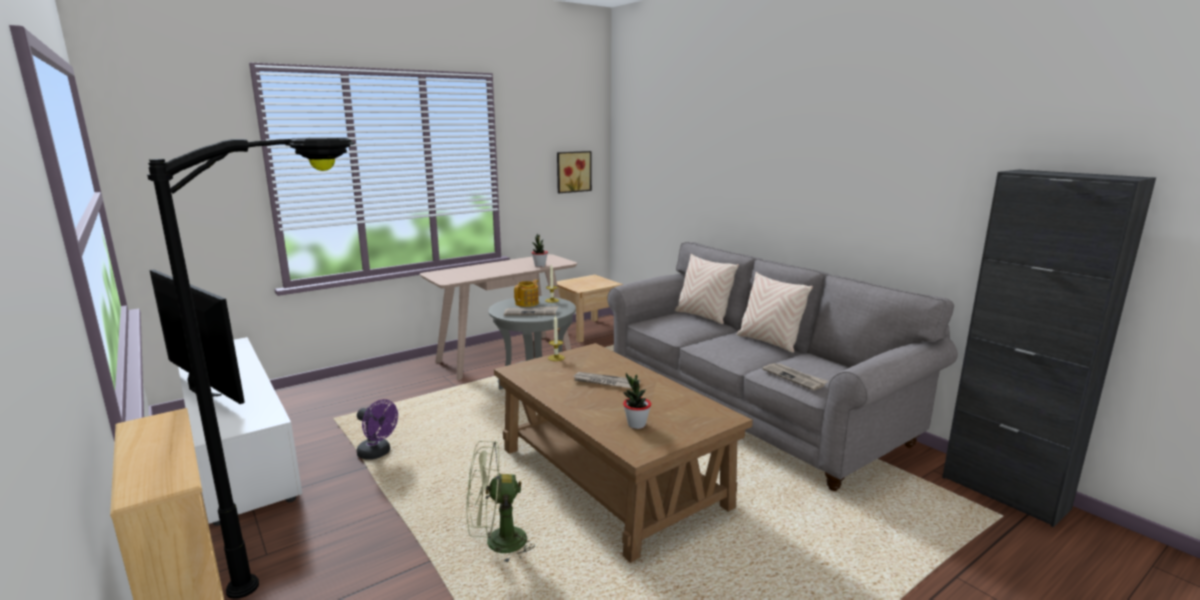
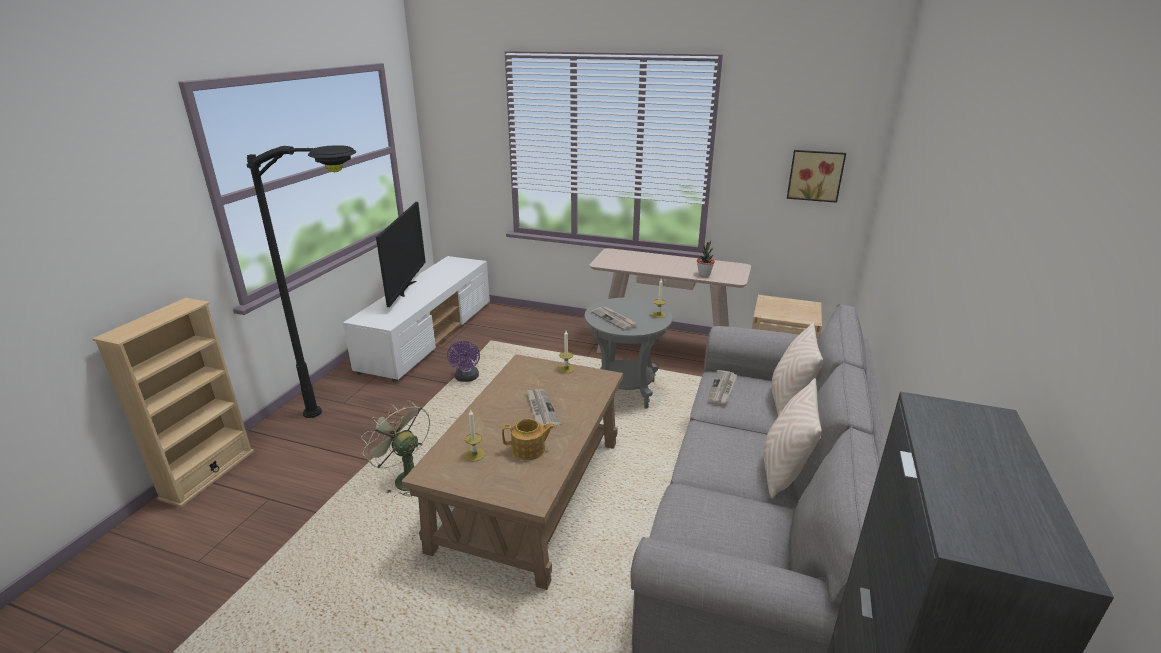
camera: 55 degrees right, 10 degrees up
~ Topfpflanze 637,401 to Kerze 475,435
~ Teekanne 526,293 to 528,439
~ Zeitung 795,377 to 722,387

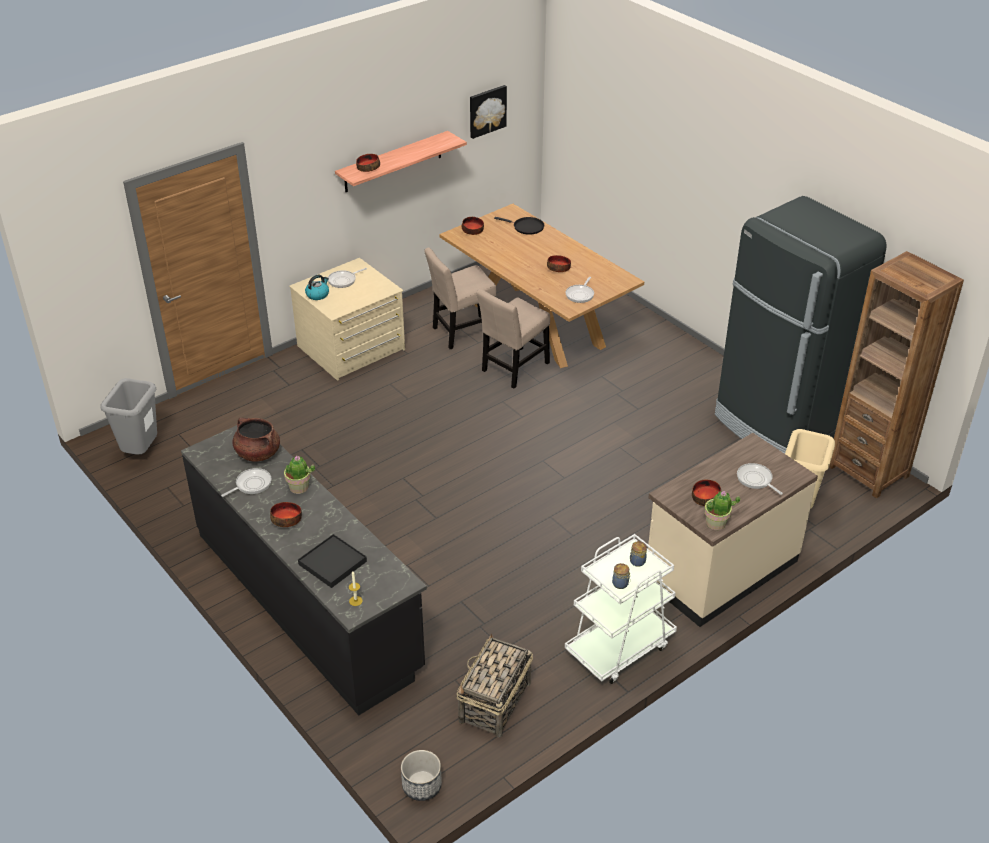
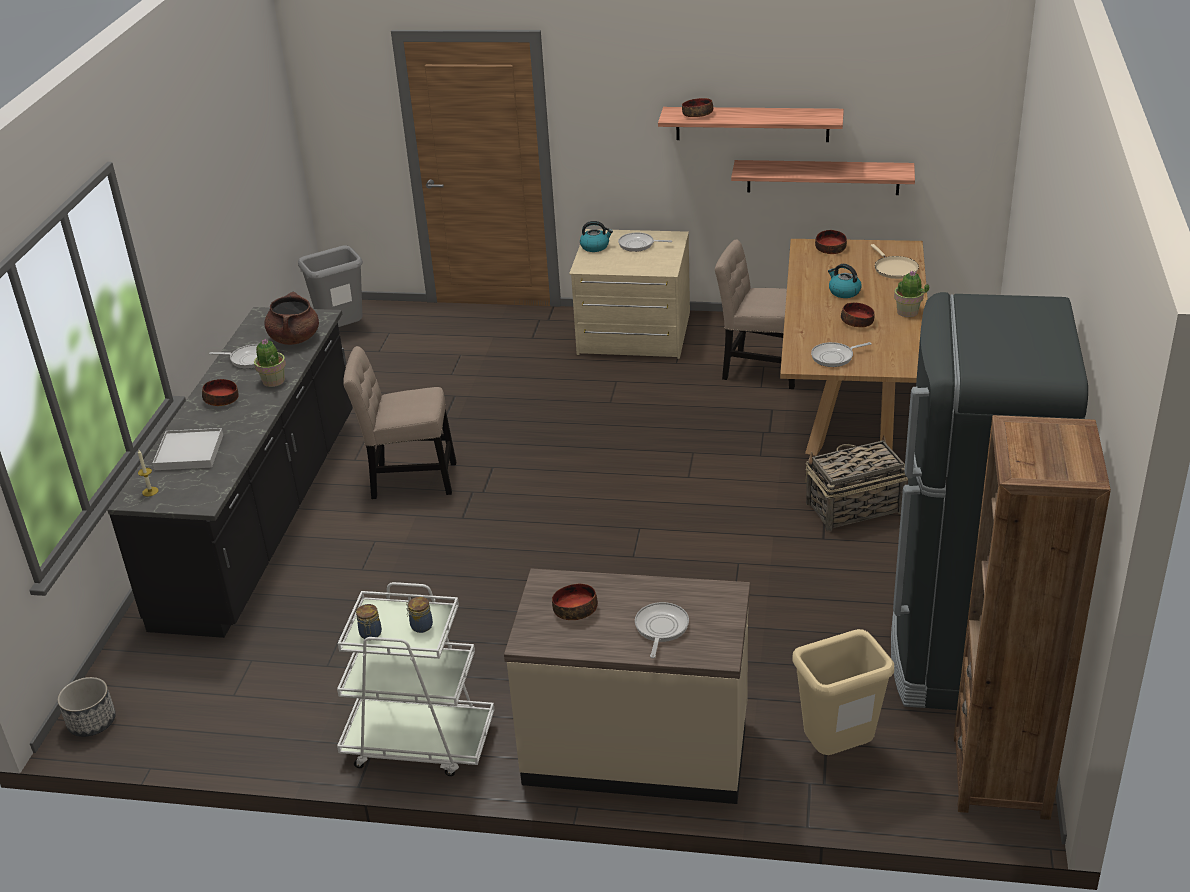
camera: 50 degrees right, 5 degrees down
~ Tablett/schwarz 332,561 to Tablett/weiß 188,449
~ Stuhl/beige 513,338 to 399,422
+ Wandregal 823,177
~ Korb 494,685 to 856,483
+ Wasserkessel 845,281
~ Pfanne/schwarz 519,226 to Pfanne/beige 895,261
~ Topfpflanze 722,510 to 911,294
- Bild 488,112

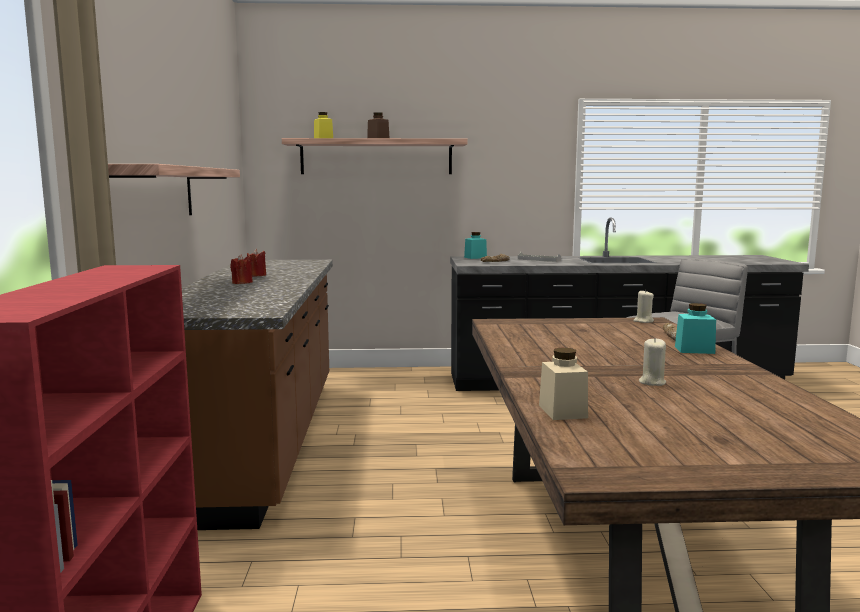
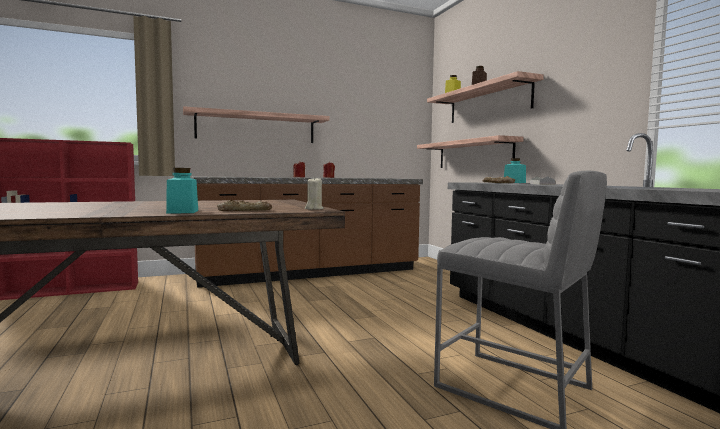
camera: 70 degrees right, 5 degrees down
+ Wandregal 470,151
- Vorratsglas/beige 563,384
- Kerze/beige 652,362

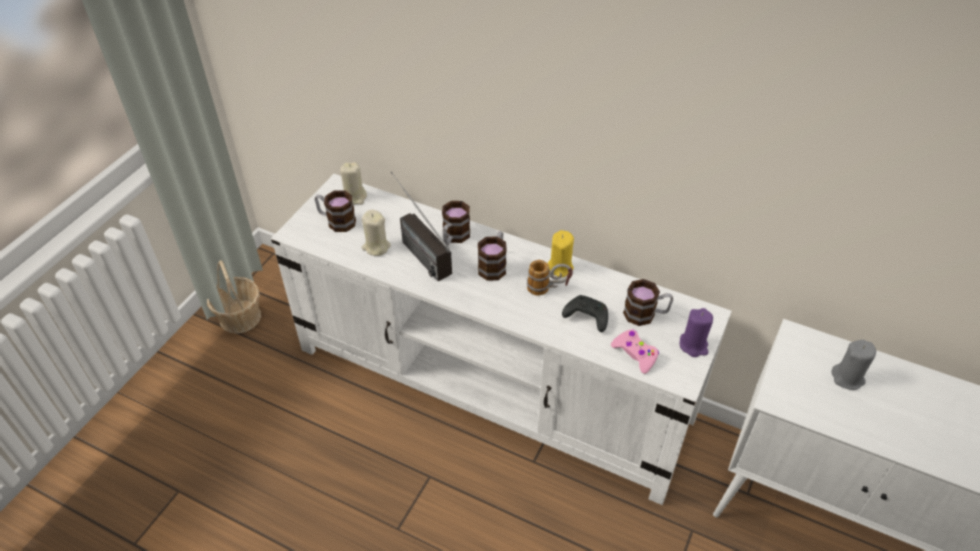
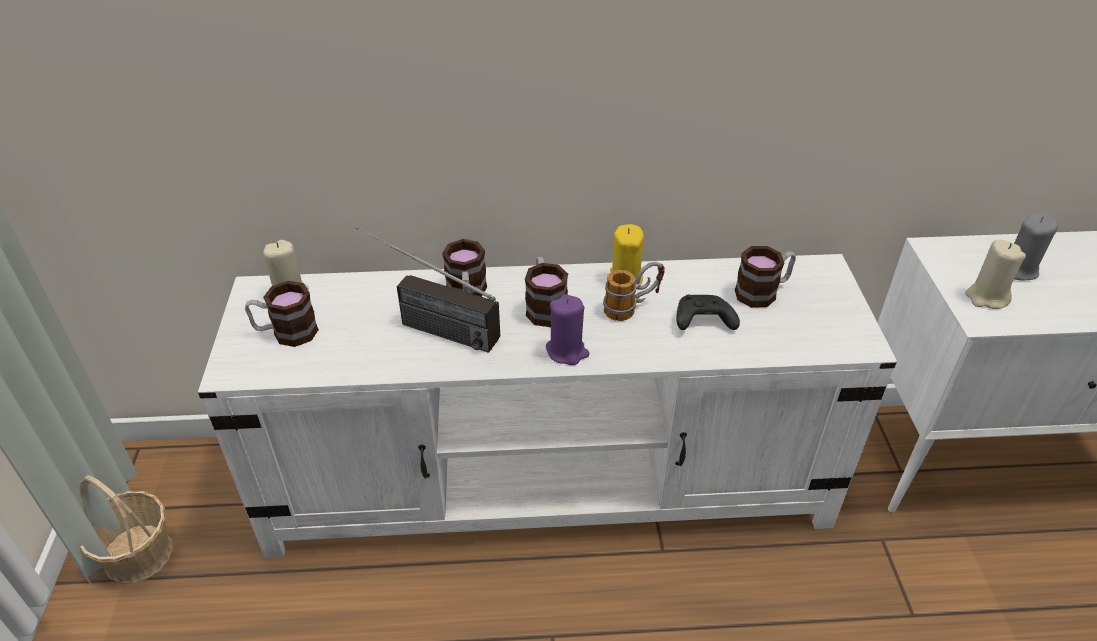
camera: 30 degrees left, 5 degrees down
~ Kerze/lila 696,332 to 567,330
~ Kerze/beige 376,233 to 995,274
- Gamepad/rosa 635,352

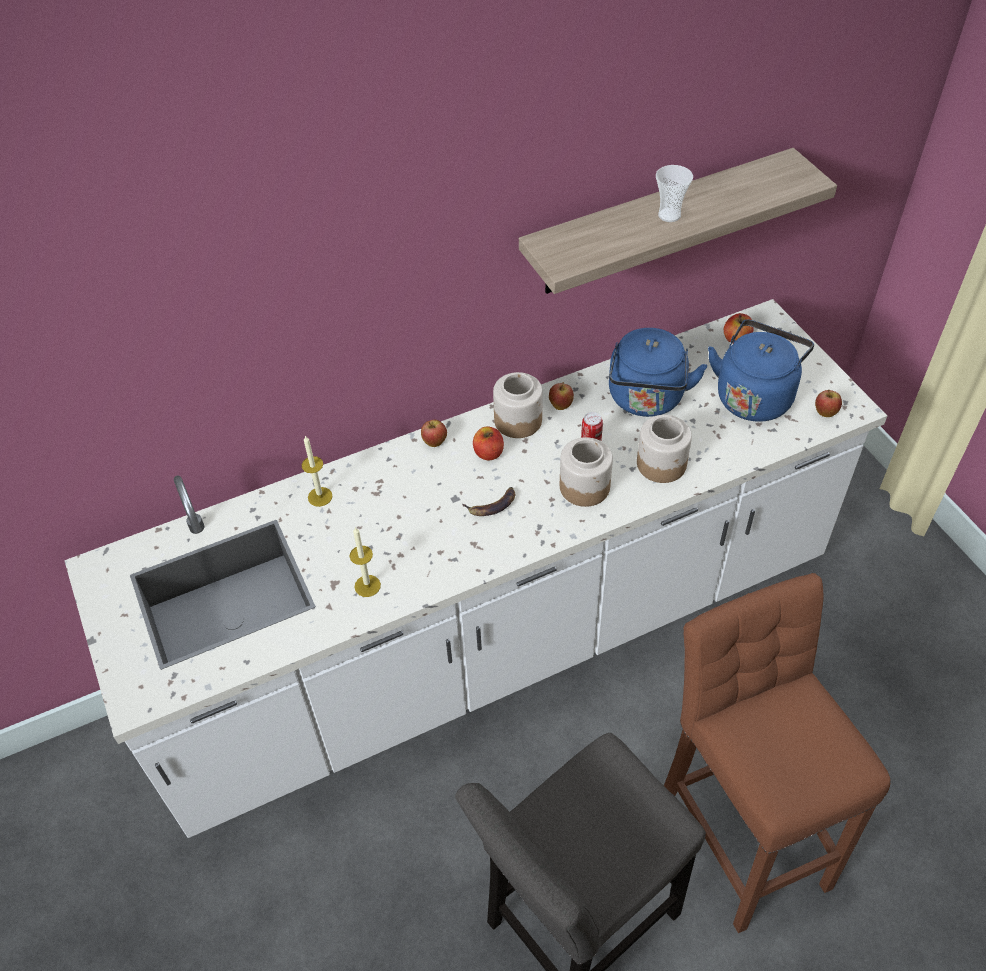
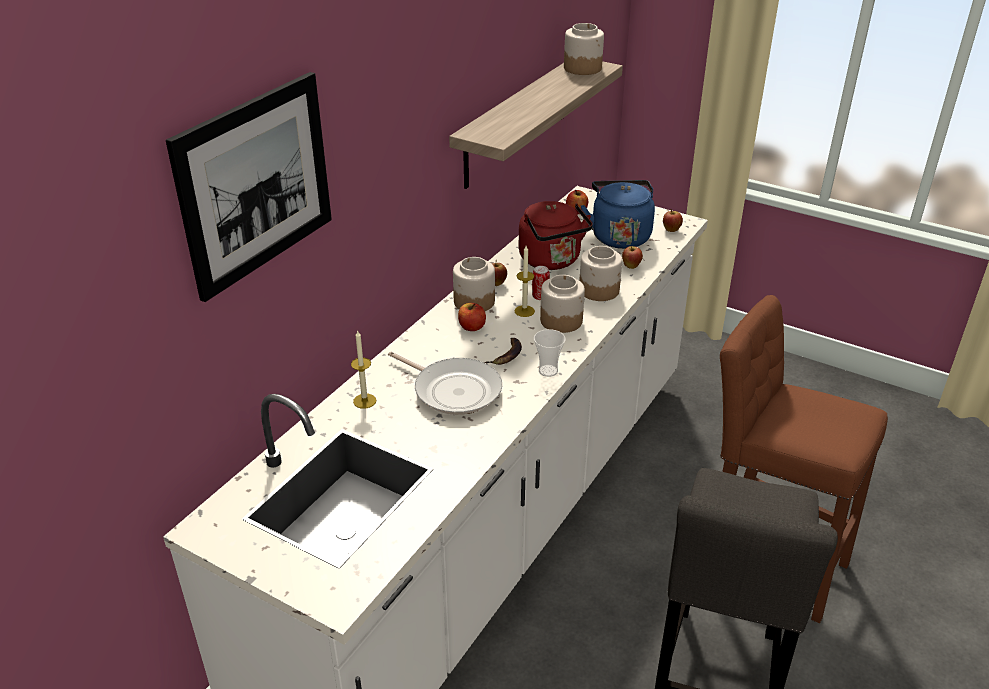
camera: 35 degrees left, 15 degrees down
+ Bild 249,187
+ Pfanne 445,383
~ Kerze 365,562 to 525,281
~ Wasserkessel/blau 658,372 to Wasserkessel/rot 556,235
~ Tasse 674,193 to 550,353
+ Vorratsglas 584,49
~ Apfel 434,433 to 632,257

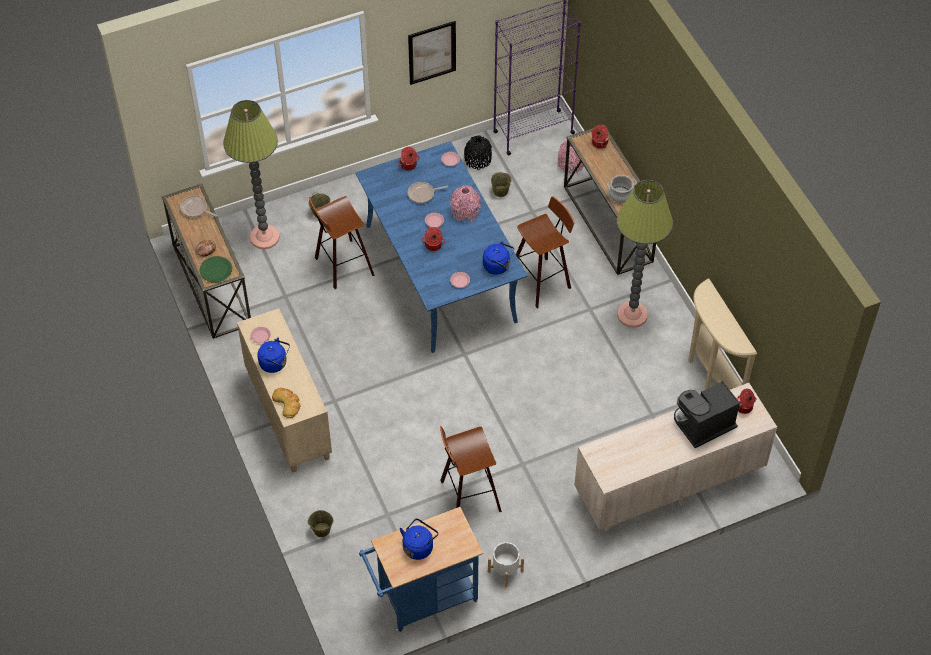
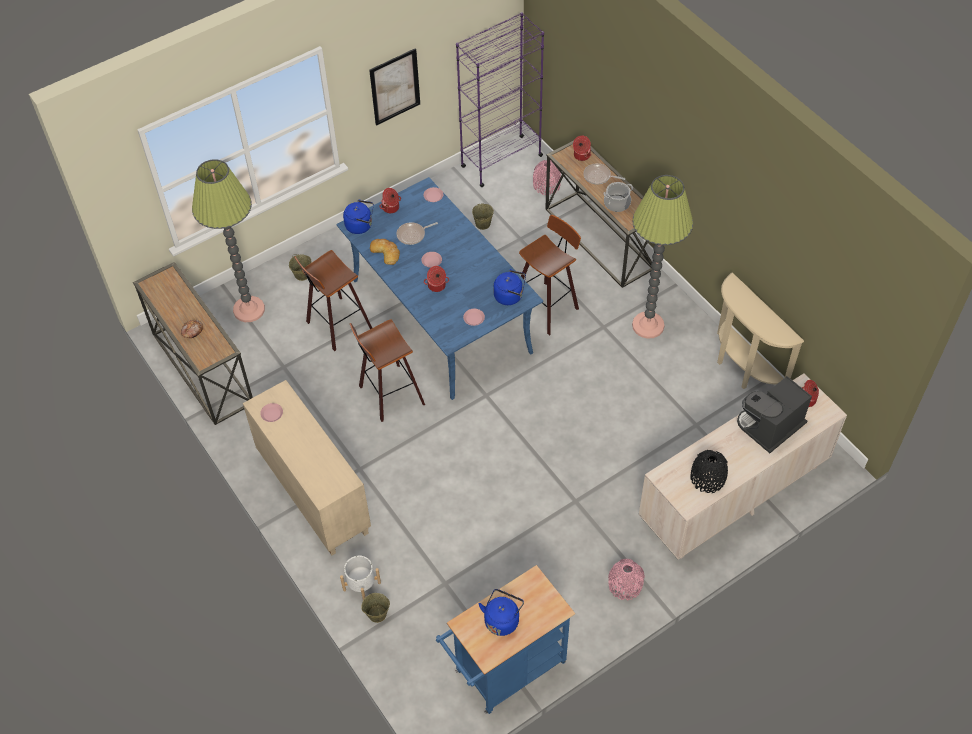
camera: 10 degrees left, 0 degrees up
~ Pflanzkübel/weiß 506,564 to 360,578
~ Wasserkessel/blau 274,355 to 358,216
~ Hocker 471,469 to 387,370
~ Brot 286,403 to 385,252
~ Pfanne 198,206 to 604,173
~ Vase/rosa 465,203 to 626,579
~ Vase/schwarz 478,152 to 709,471
- Teller/grün 215,269

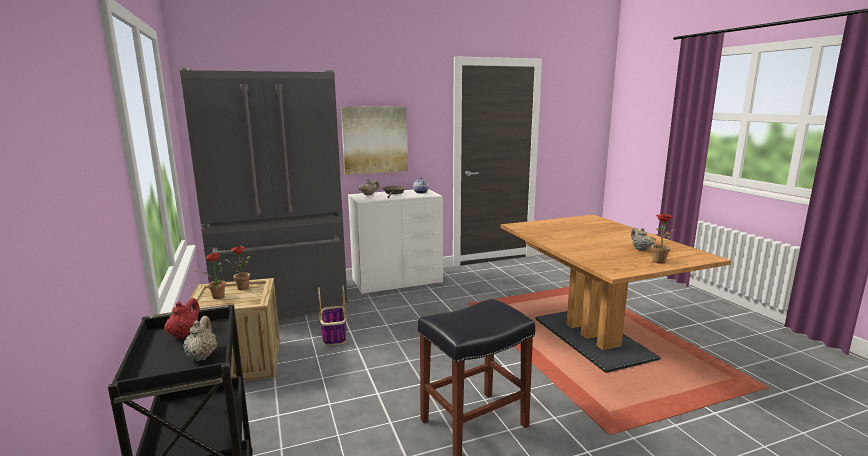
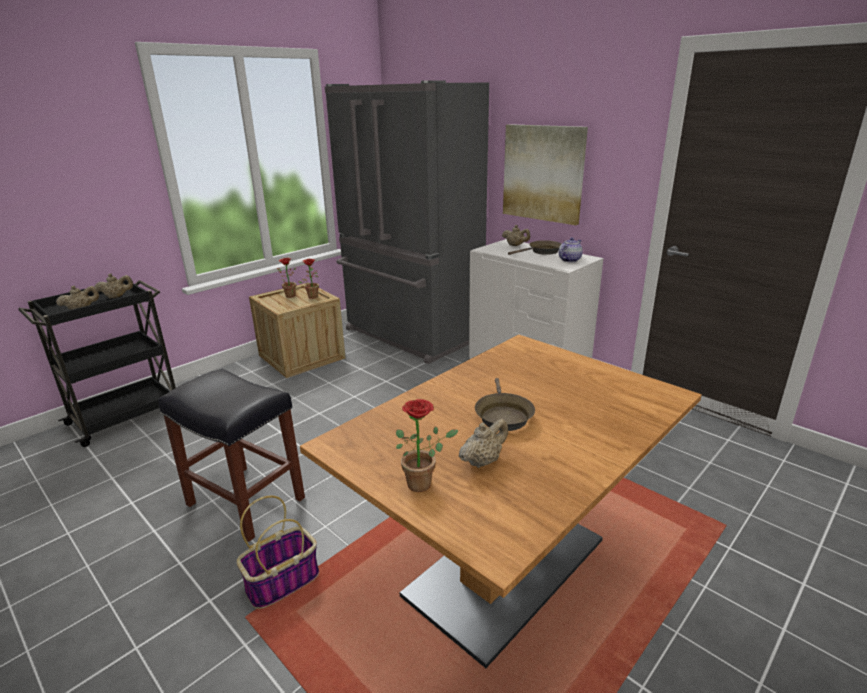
camera: 65 degrees right, 10 degrees up
~ Teekanne/rot 182,318 to Teekanne/beige 113,286
~ Korb 332,315 to 278,552
+ Pfanne/braun 505,404

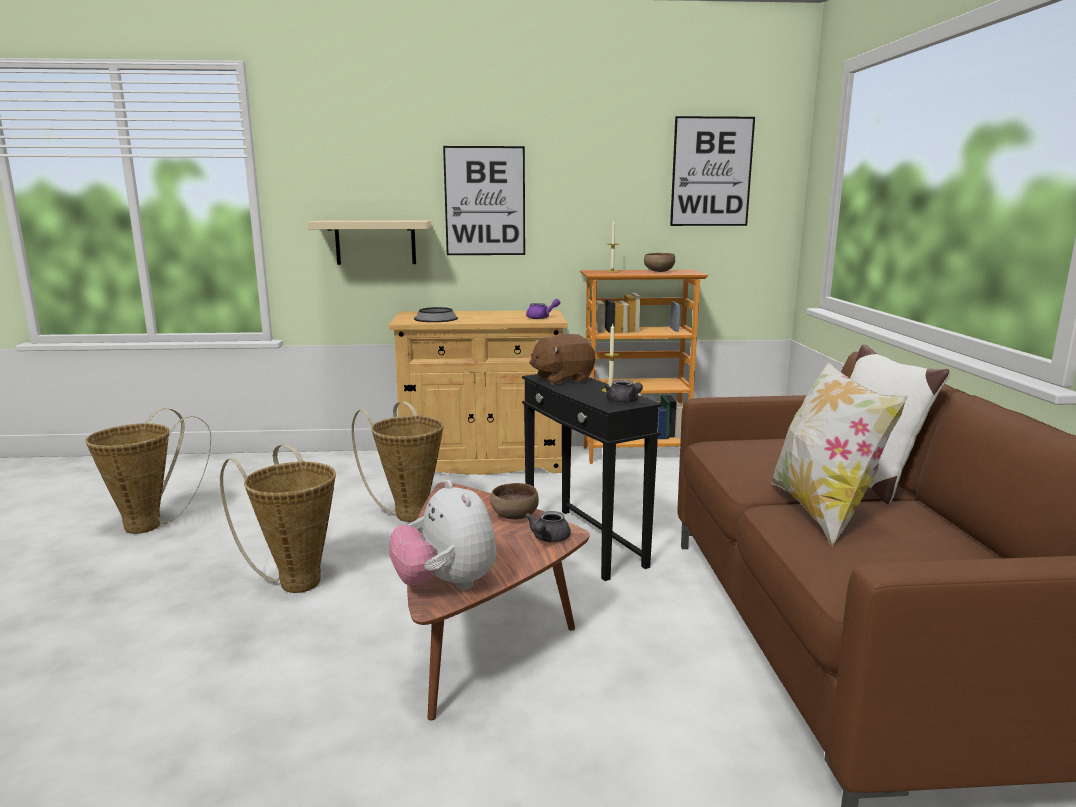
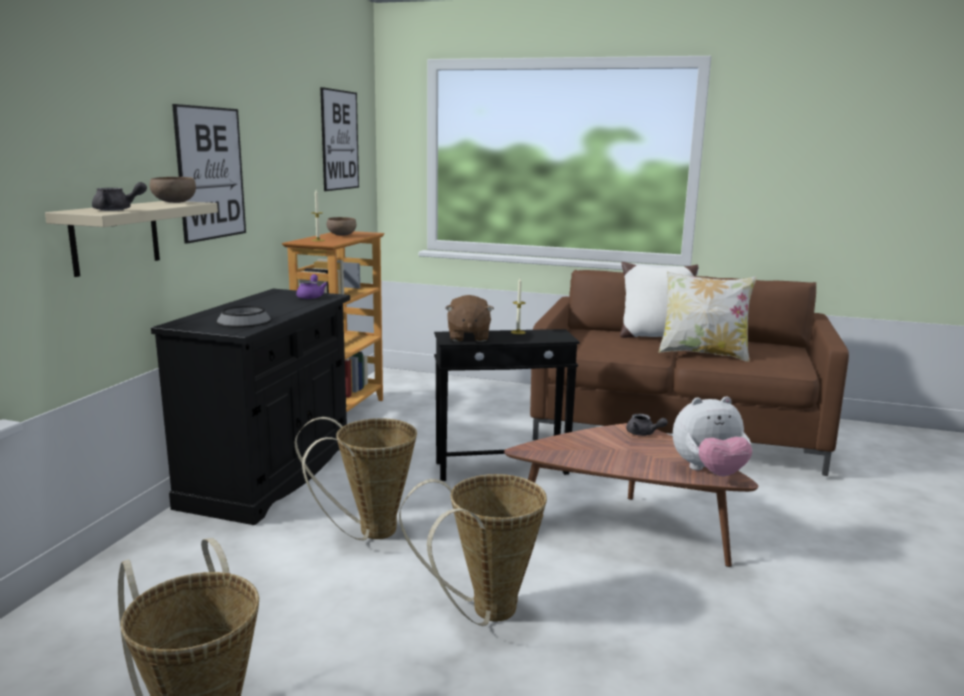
camera: 70 degrees left, 0 degrees up
~ Teekanne/grau 623,392 to 119,196
~ Schüssel/braun 514,501 to 173,190
~ Schrank/beige 478,392 to Schrank/schwarz 250,407

